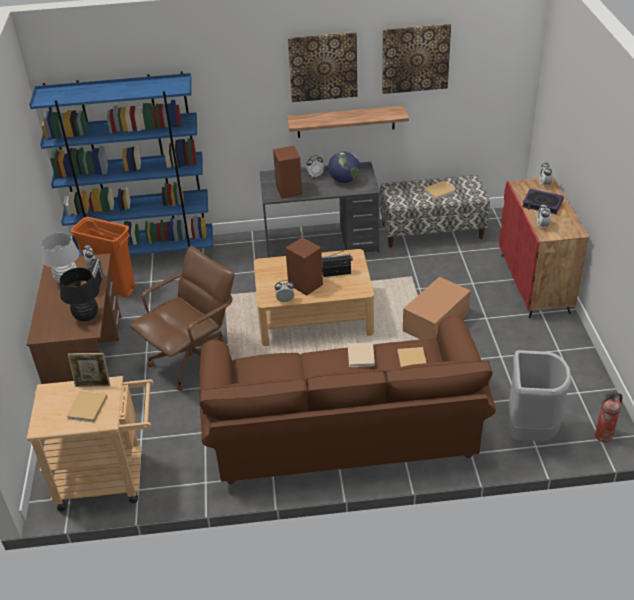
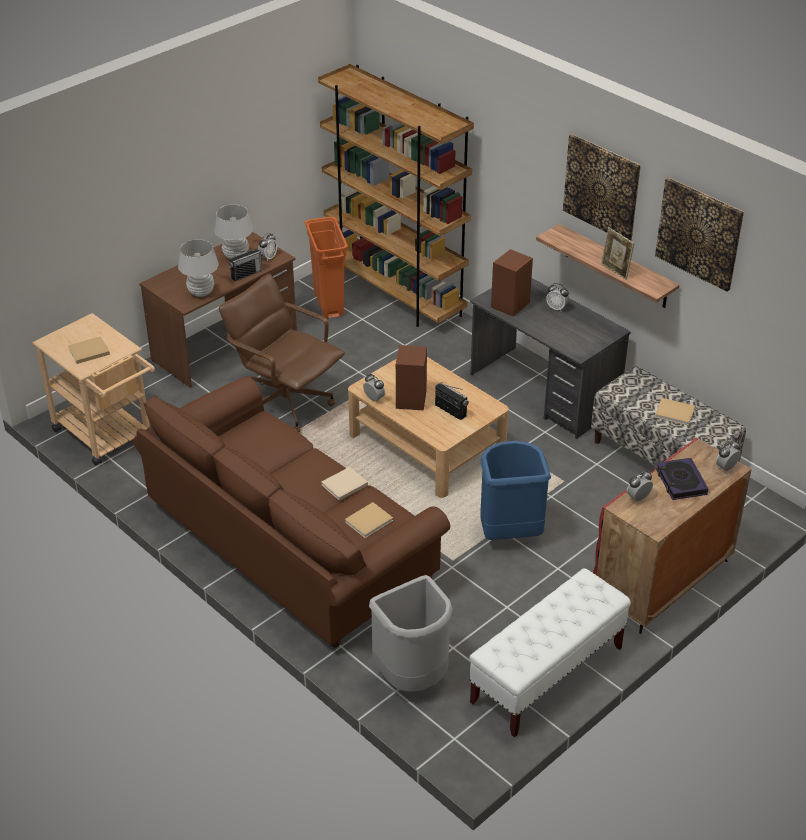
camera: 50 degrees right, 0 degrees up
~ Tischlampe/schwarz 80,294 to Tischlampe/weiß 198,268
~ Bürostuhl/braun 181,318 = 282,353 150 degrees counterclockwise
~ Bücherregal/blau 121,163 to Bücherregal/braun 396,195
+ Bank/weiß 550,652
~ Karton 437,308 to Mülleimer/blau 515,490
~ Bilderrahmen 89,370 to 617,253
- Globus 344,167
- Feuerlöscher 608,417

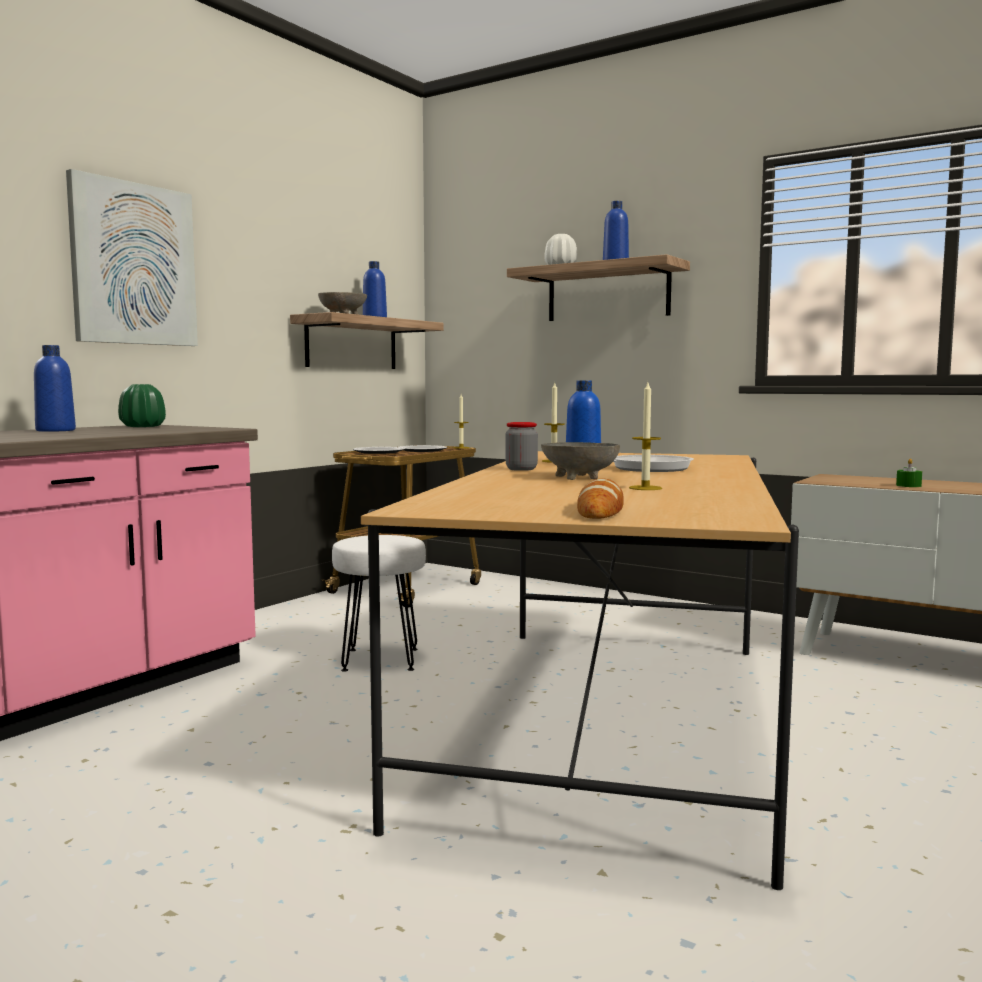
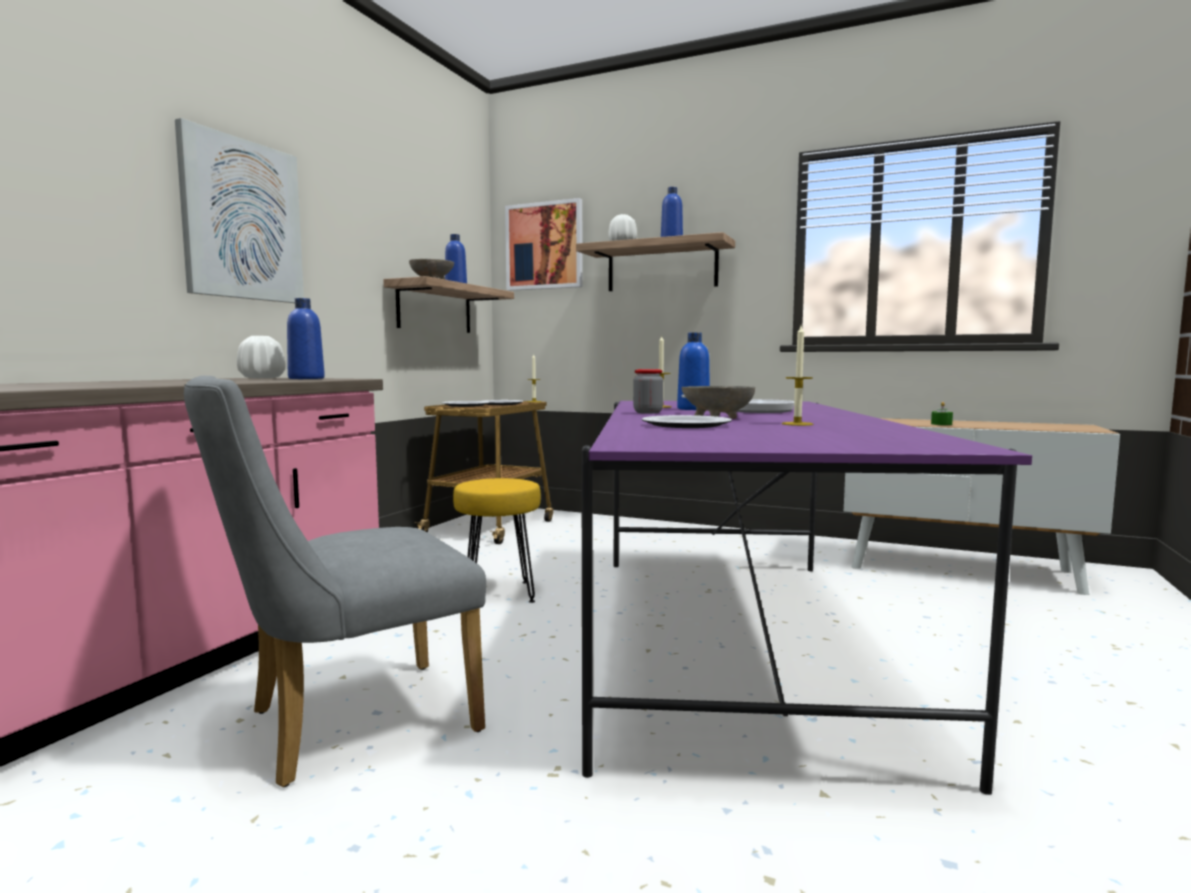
camera: 10 degrees left, 0 degrees up
+ Stuhl/grau 335,581
~ Vase/grün 142,405 to Vase/weiß 261,357
~ Flasche/blau 55,388 to 306,338
~ Hocker/weiß 379,603 to Hocker/gelb 497,540
+ Bild 544,244
~ Esstisch/beige 580,670 to Esstisch/lila 806,598
+ Teller 686,421
- Brot 600,498

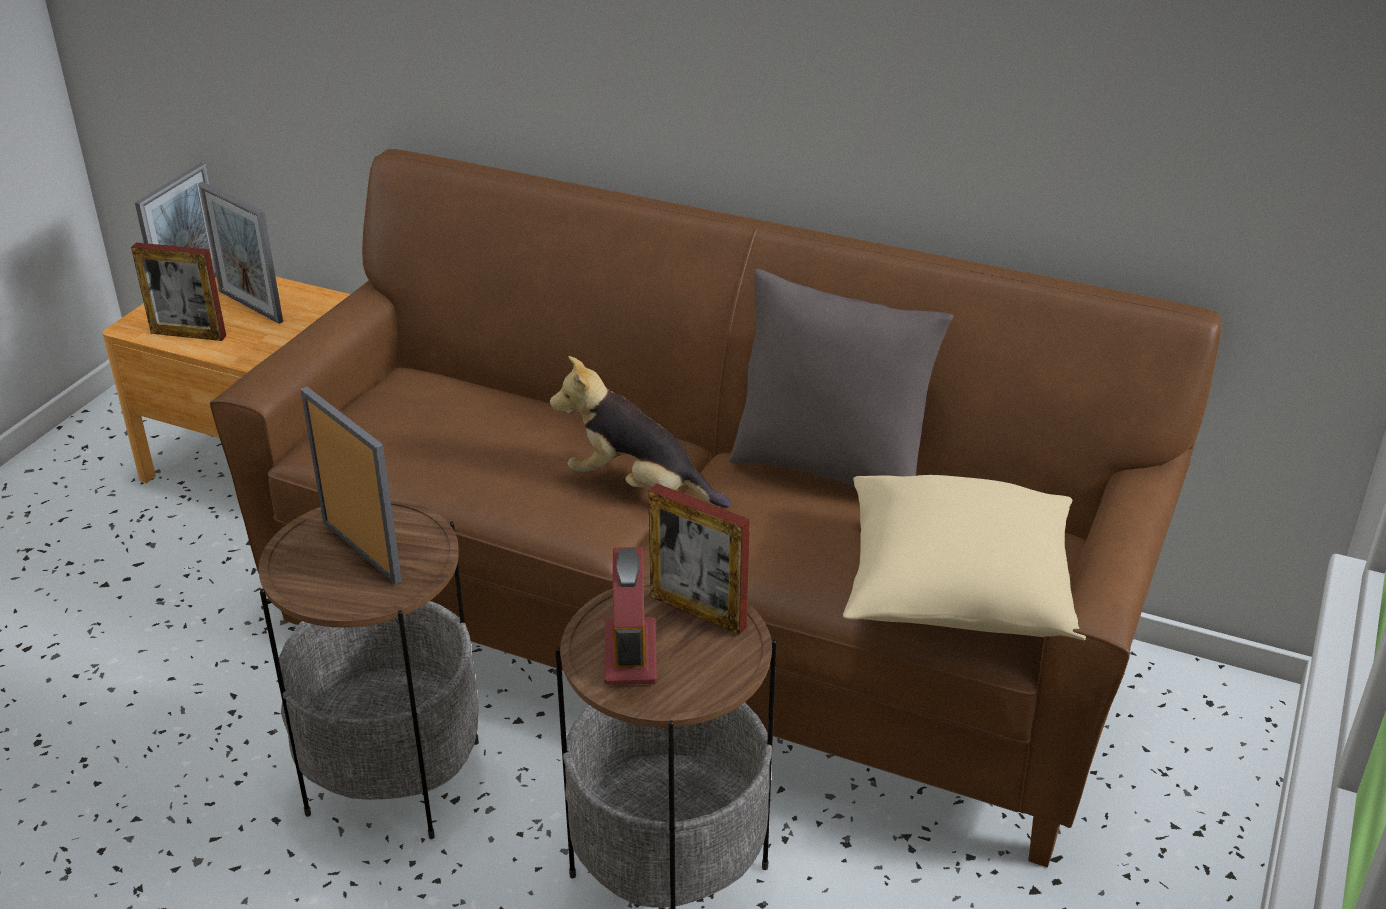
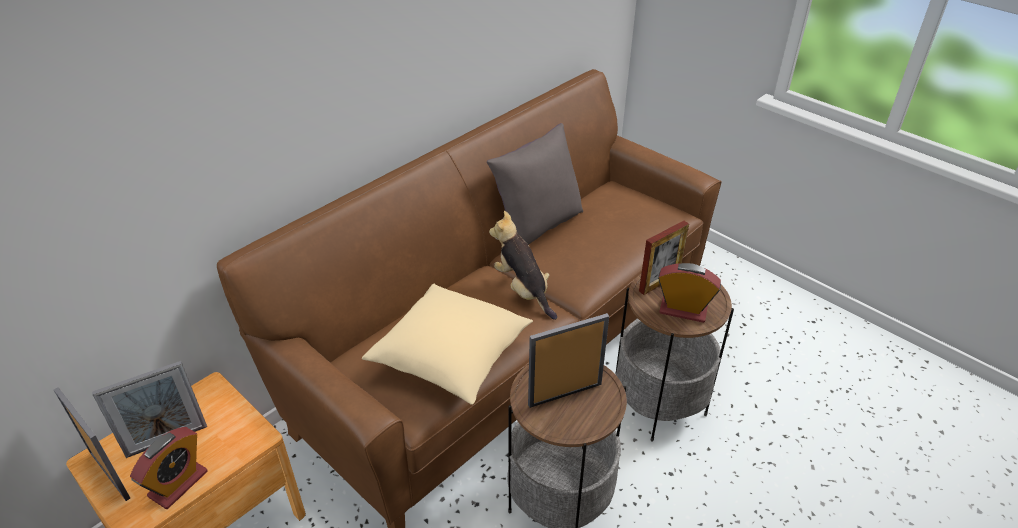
camera: 70 degrees left, 5 degrees up
~ Bilderrahmen 178,291 to Wecker 169,468
~ Kissen/beige 964,557 to 447,344
~ Plüschtier 640,432 = 523,265 105 degrees clockwise

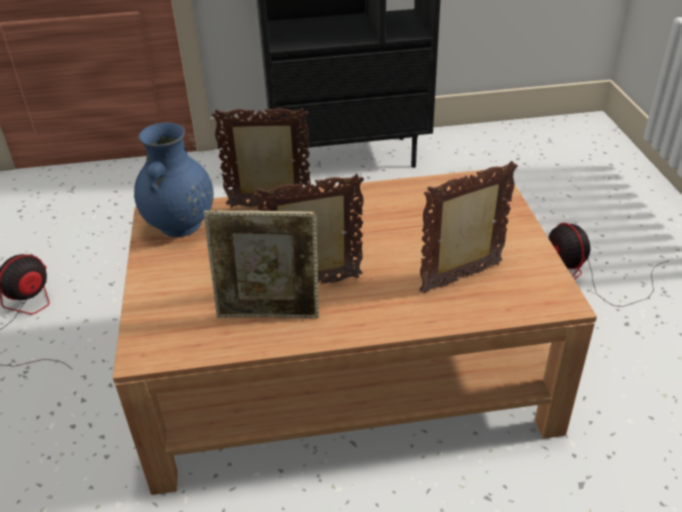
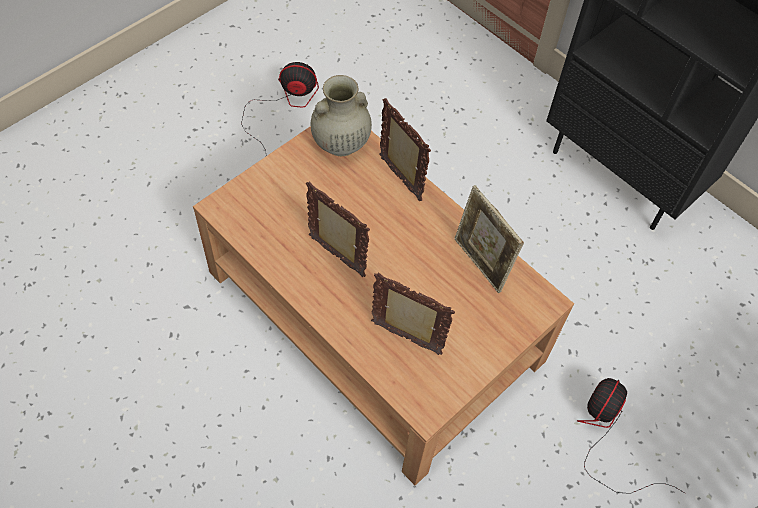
camera: 50 degrees right, 20 degrees up
~ Vase/blau 174,180 to Vase/beige 341,115
~ Bilderrahmen 261,264 to 489,239

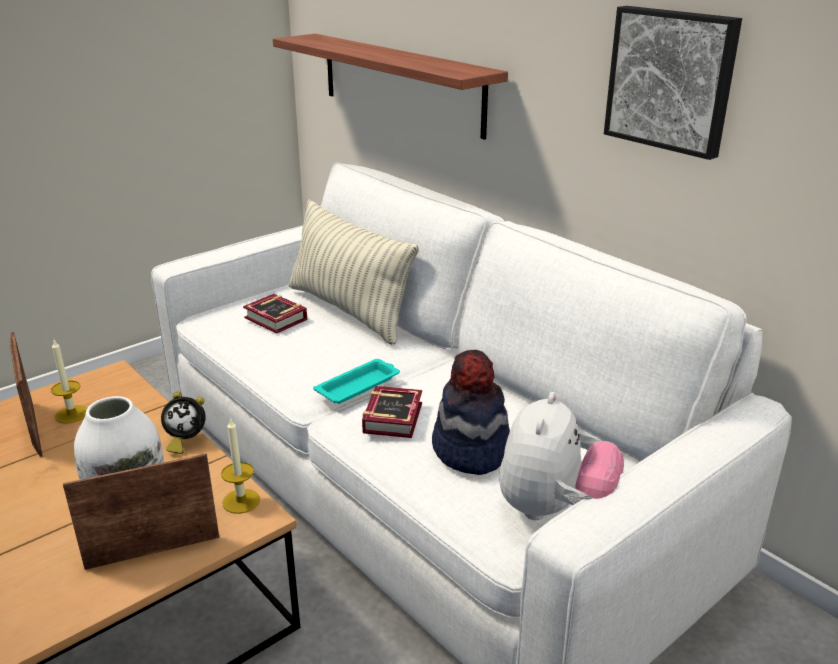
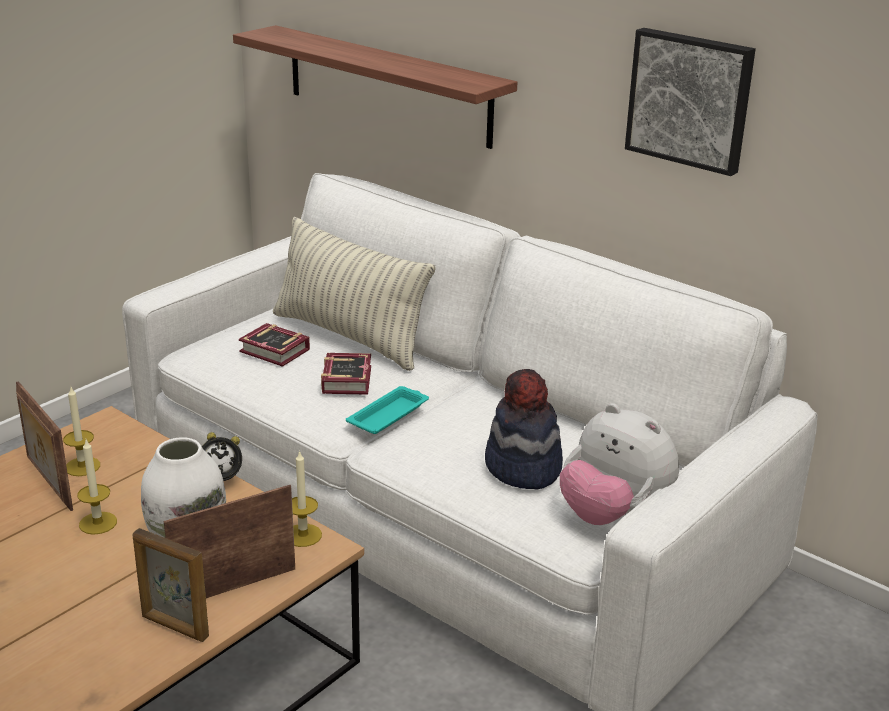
camera: 10 degrees left, 0 degrees up
+ Kerze 97,487
+ Bilderrahmen 171,585
~ Buch 392,412 to 346,374
~ Plüschtier 561,456 = 619,464 120 degrees clockwise

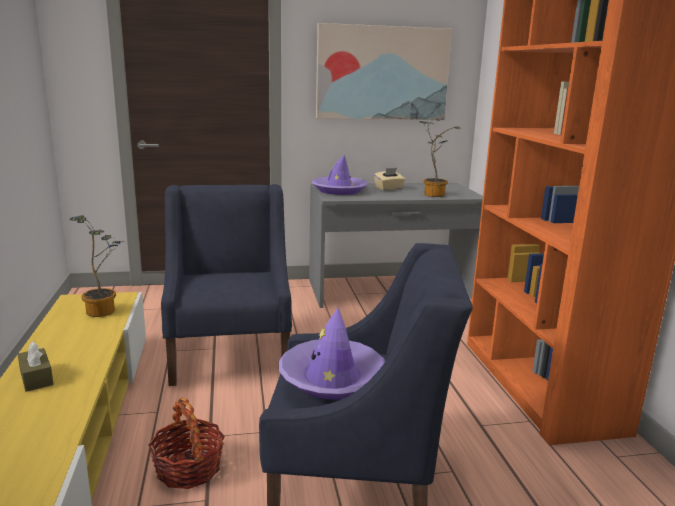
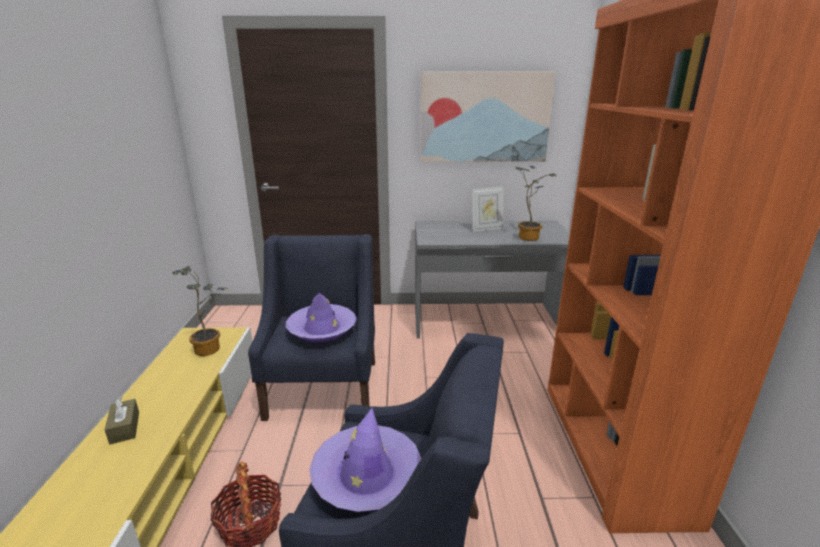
camera: 10 degrees right, 5 degrees up
~ Hut/lila 340,175 to 321,317
~ Taschentuchbox/beige 389,179 to Bilderrahmen 487,209

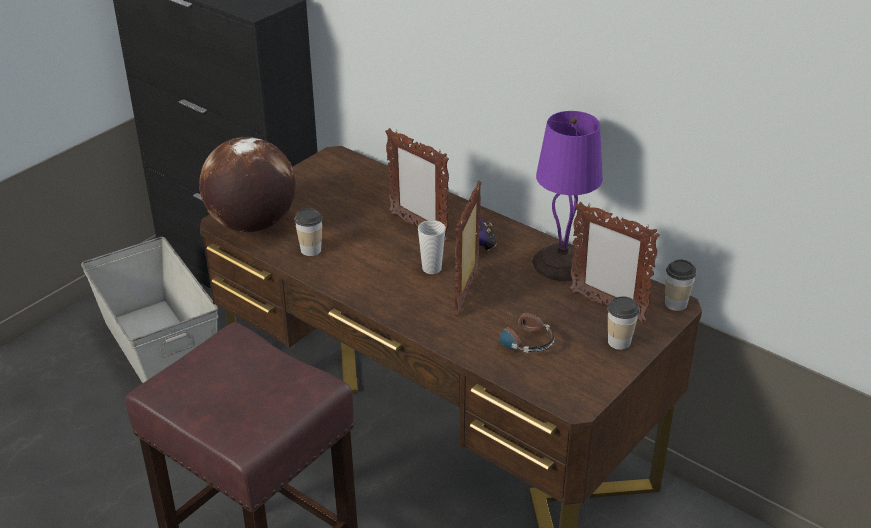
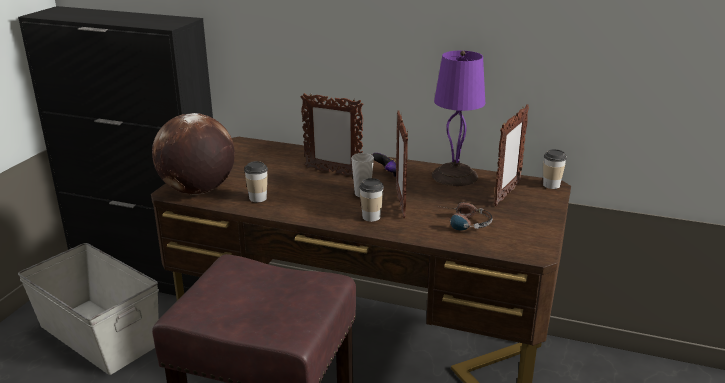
camera: 20 degrees left, 10 degrees down
~ Tasse 623,323 to 371,200
~ Bilderrahmen 615,262 = 511,155 75 degrees counterclockwise

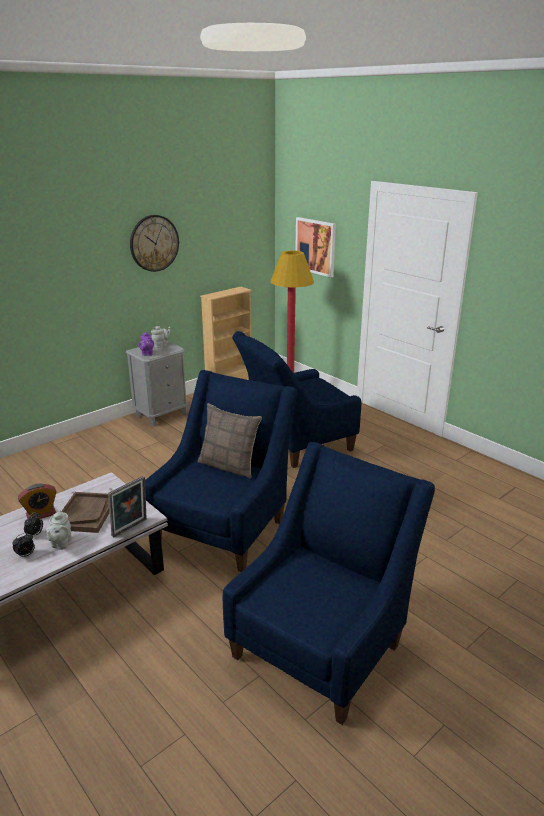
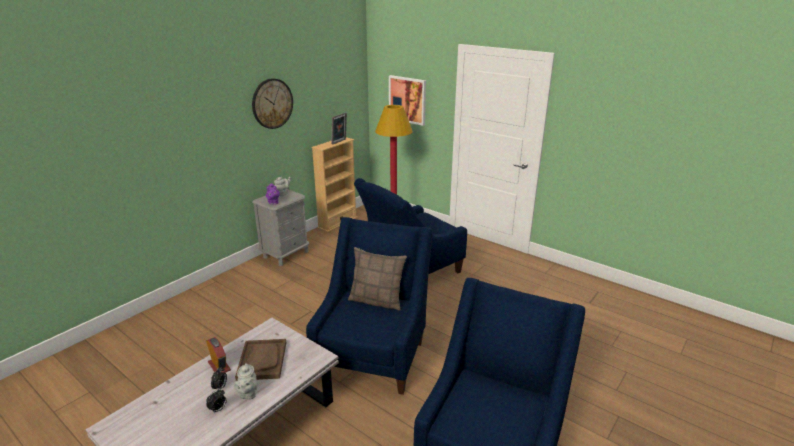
camera: 10 degrees left, 0 degrees up
~ Wecker 37,501 = 218,355 90 degrees counterclockwise
~ Bilderrahmen 127,507 to 339,128

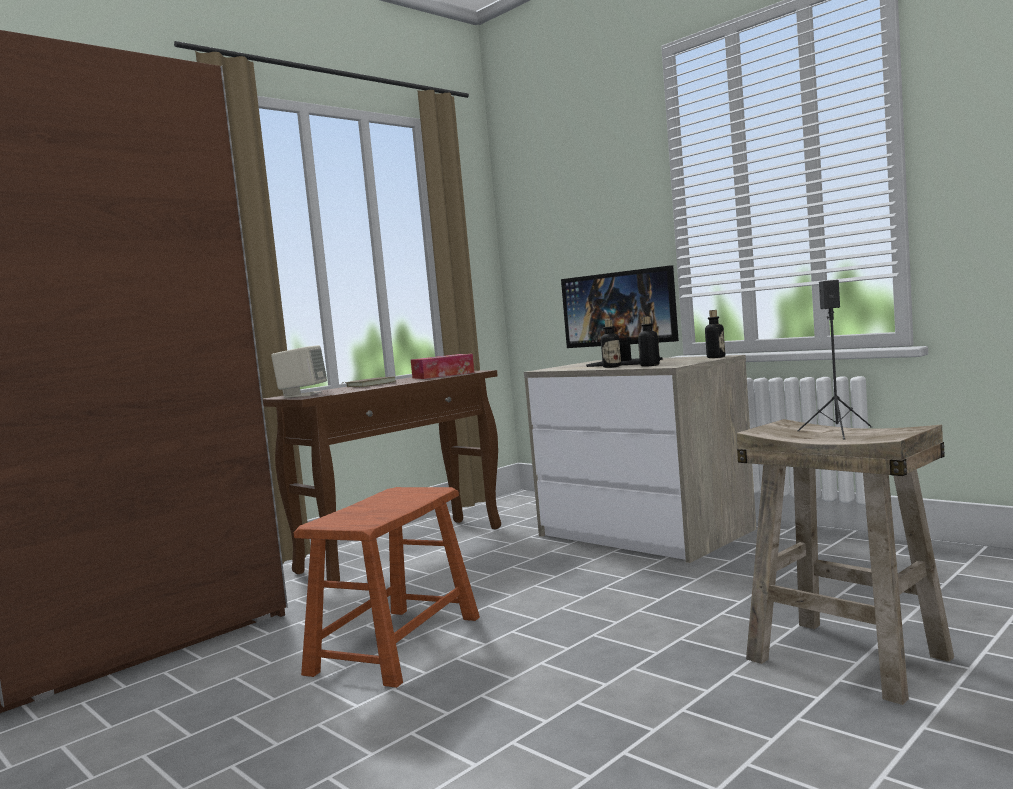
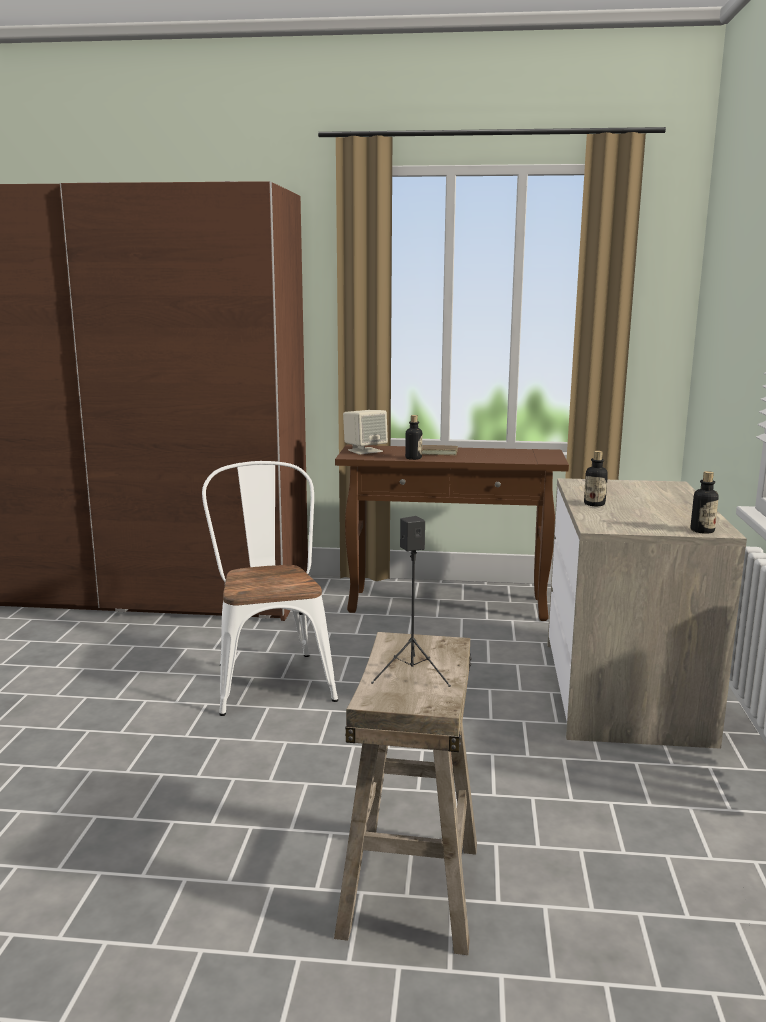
camera: 50 degrees right, 10 degrees up
~ Hocker/braun 387,587 to Stuhl/weiß 270,588
~ Flasche 649,341 to 413,437
- Taschentuchbox 442,366
- Monitor 620,316

